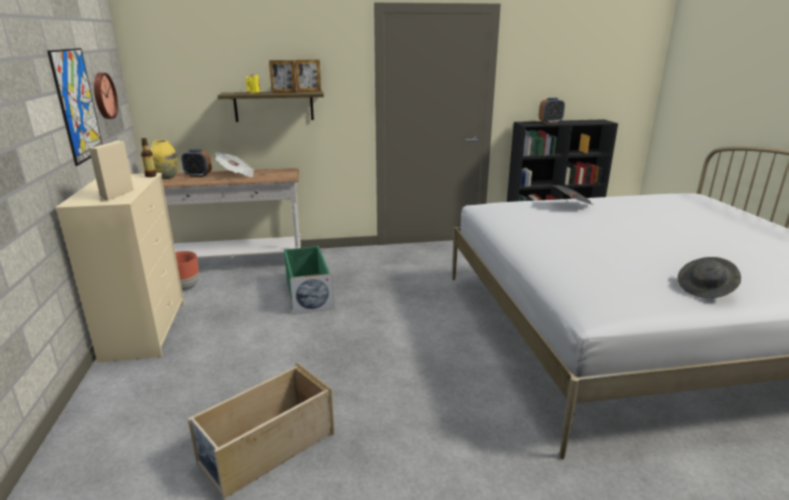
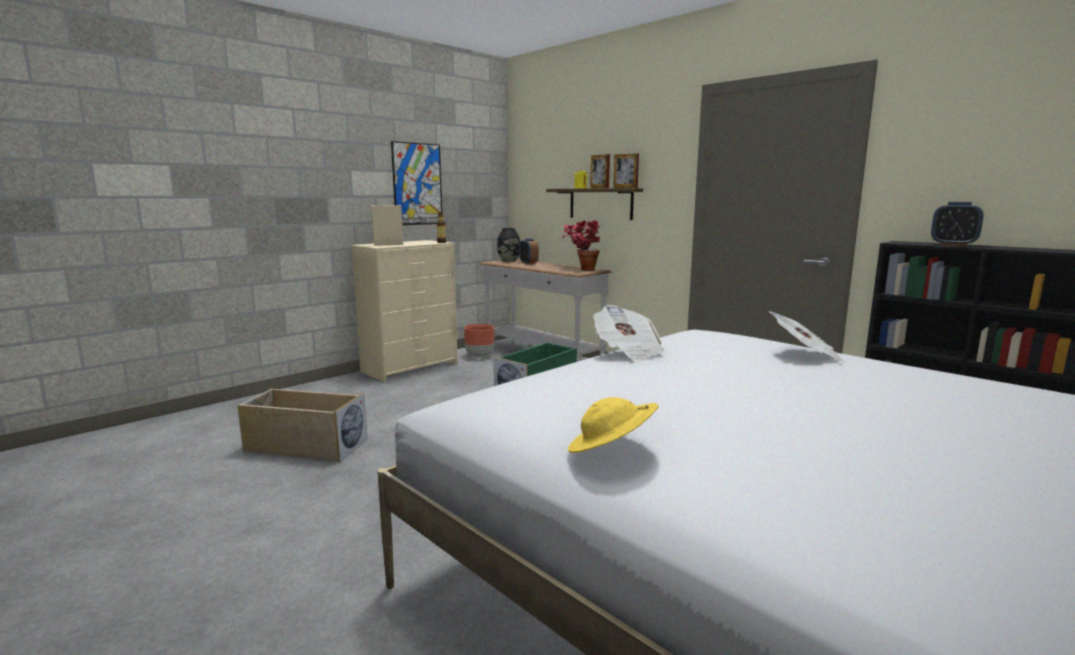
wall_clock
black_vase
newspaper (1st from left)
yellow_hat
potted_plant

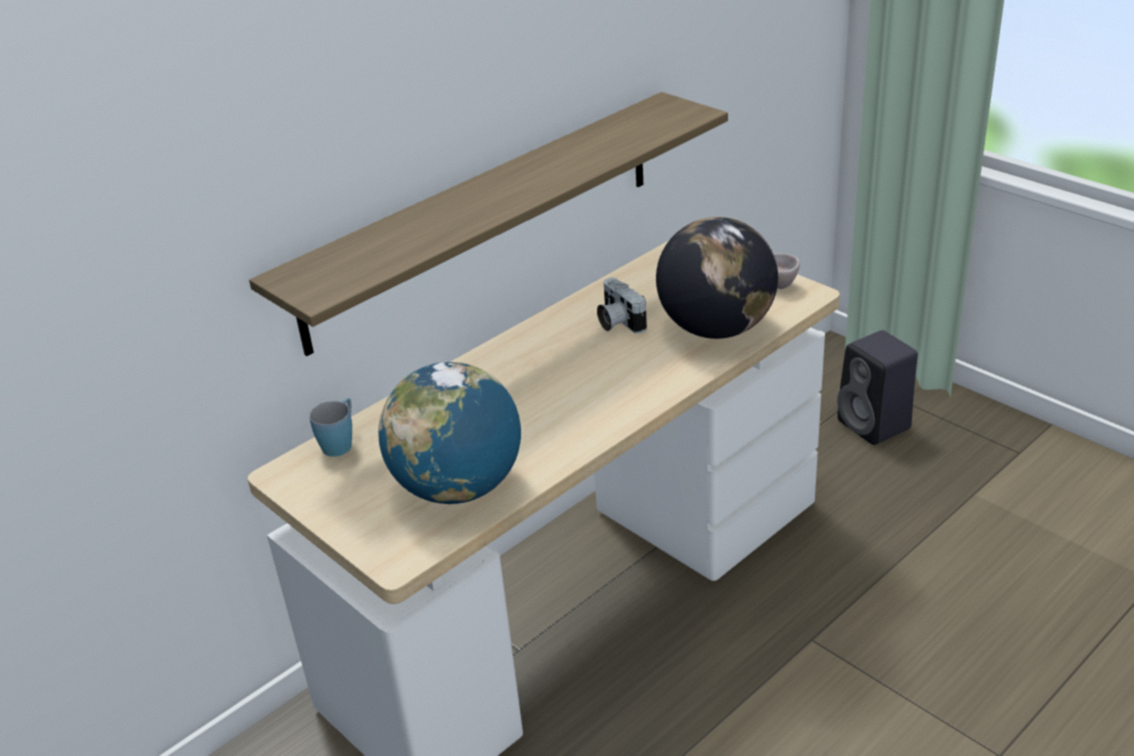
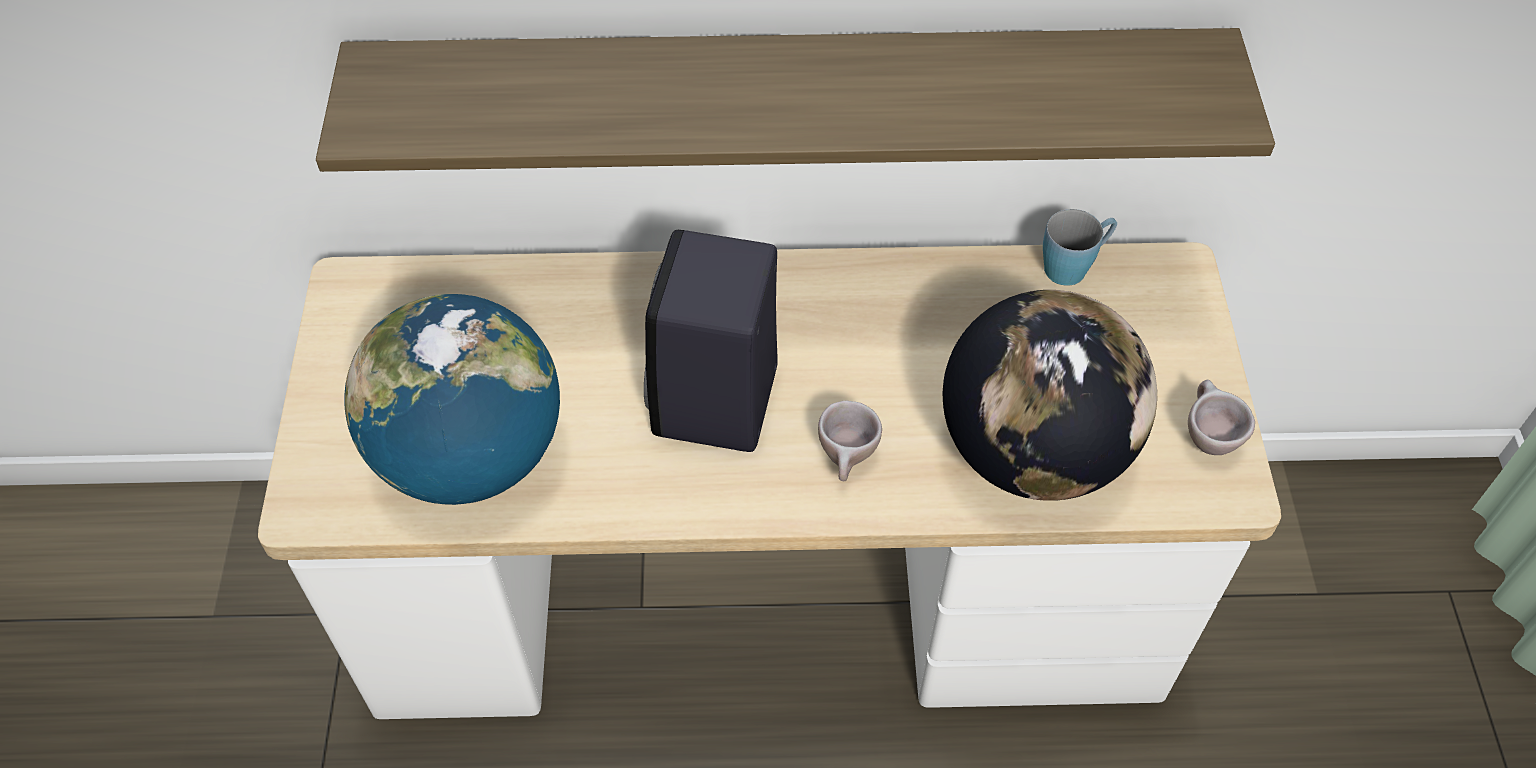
blue_mug
photo_camera
black_speaker
beige_cup (1st from left)

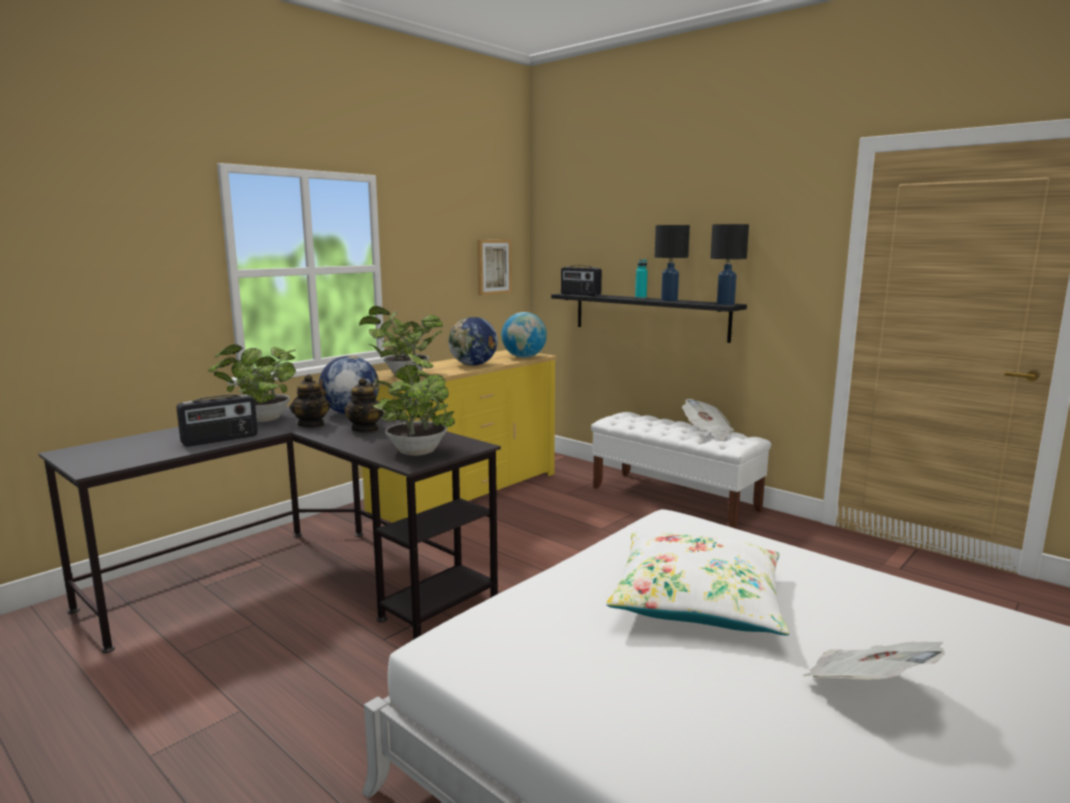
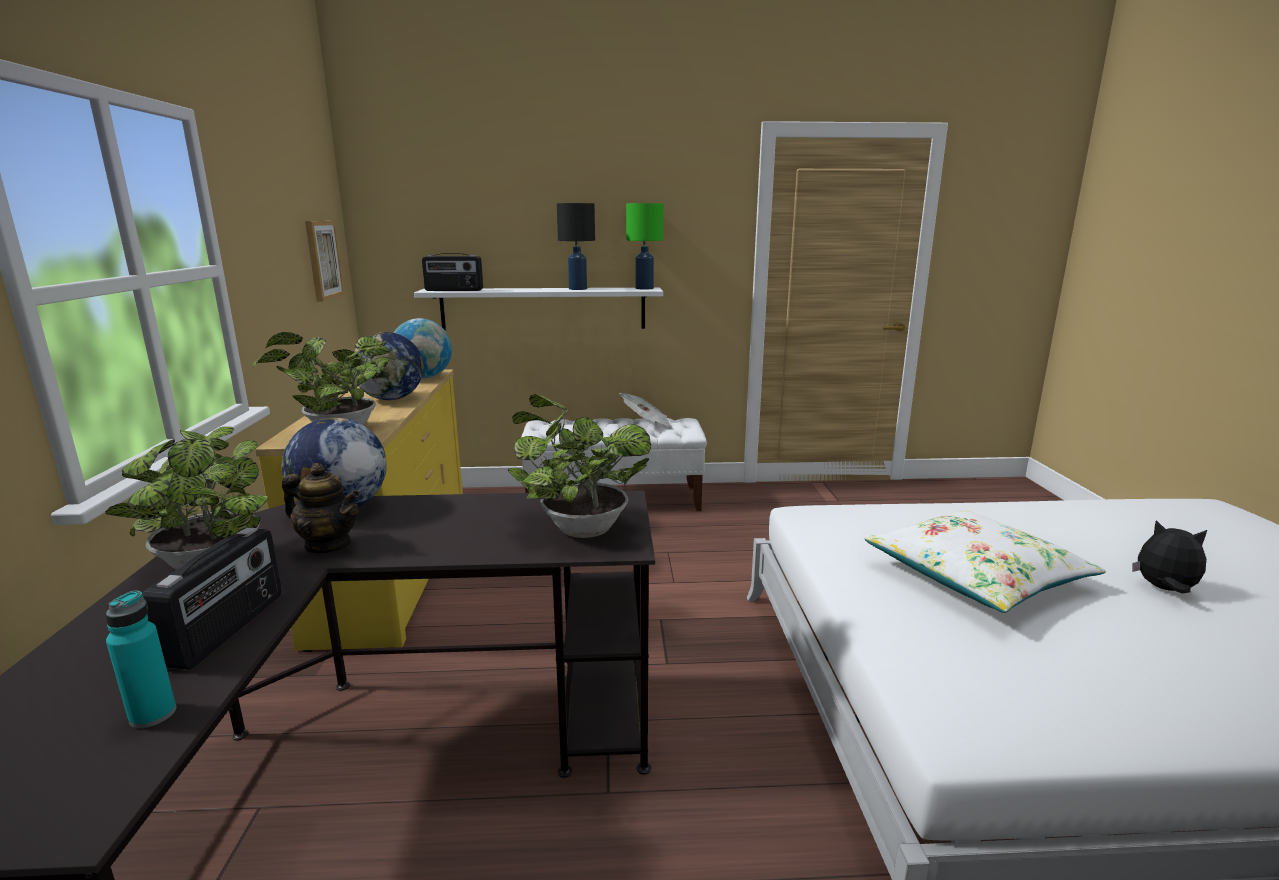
teapot (2nd from left in the first image)
white_shelf
turquoise_bottle
green_table_lamp
plush_toy

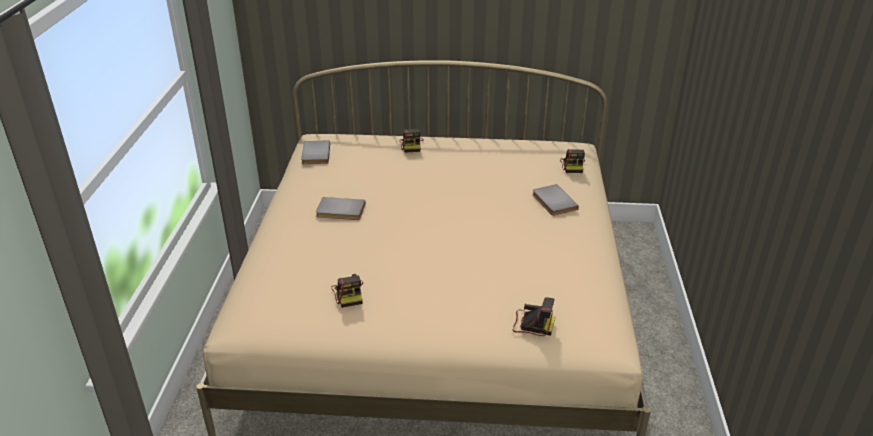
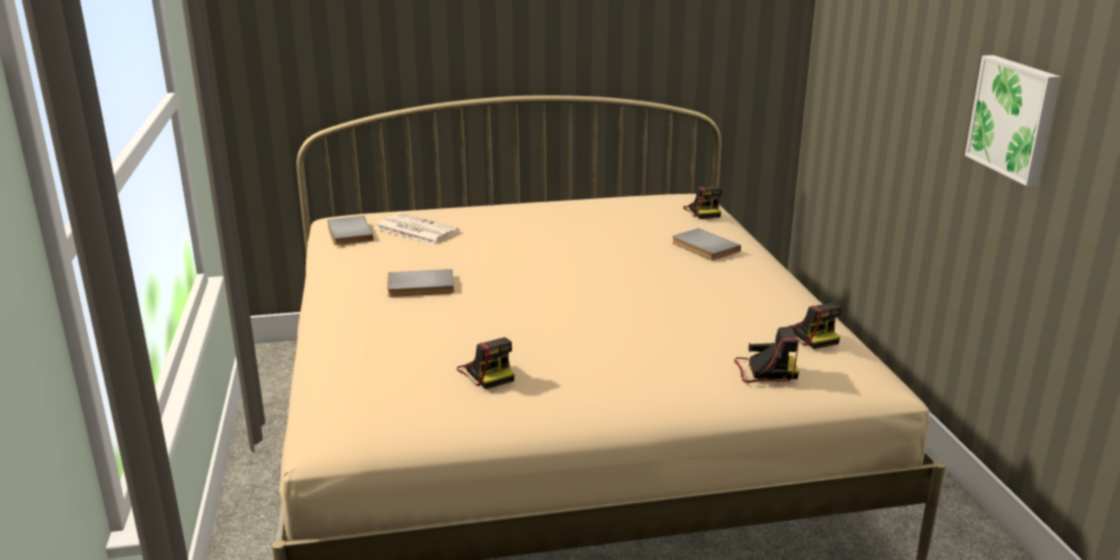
photo_camera (4th from left)
newspaper
picture

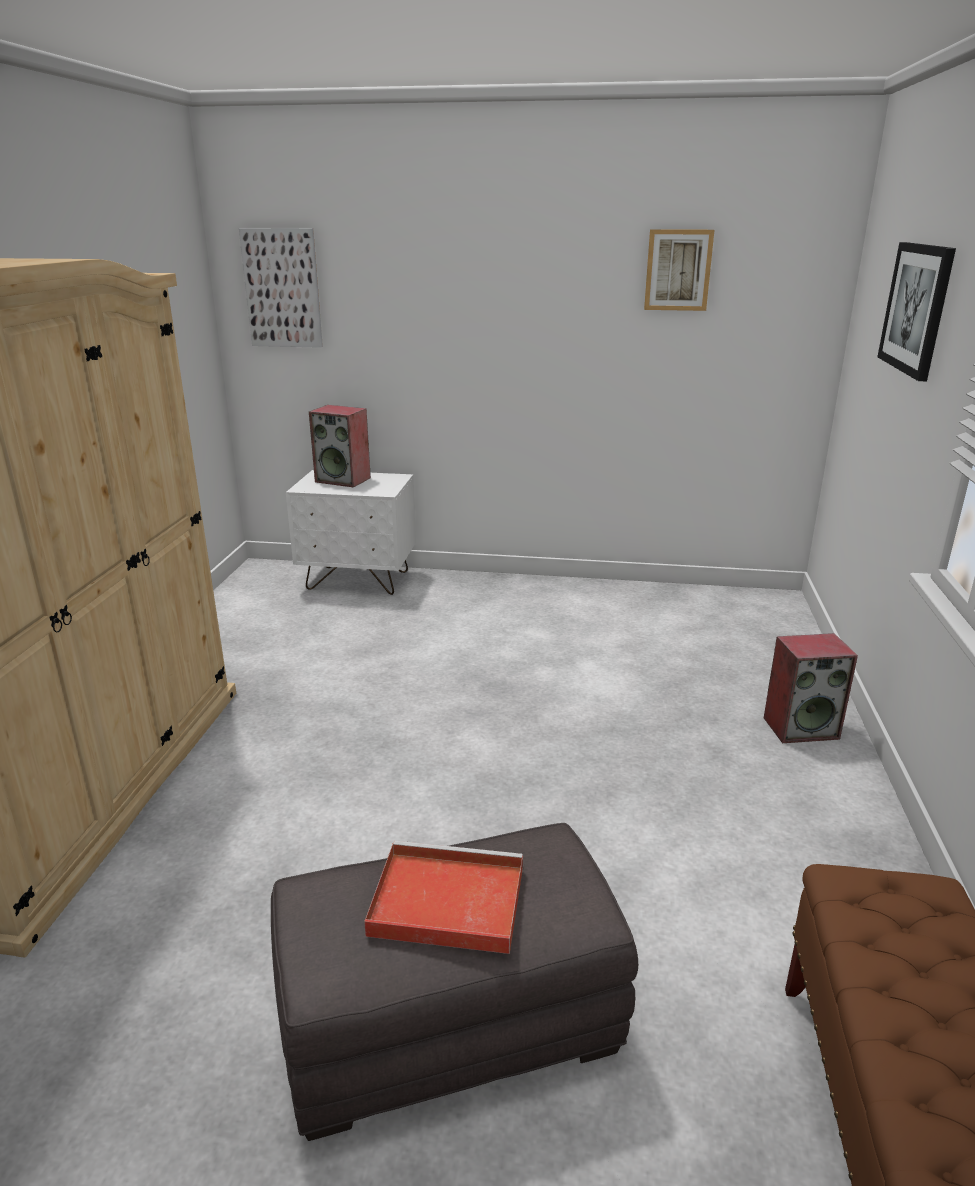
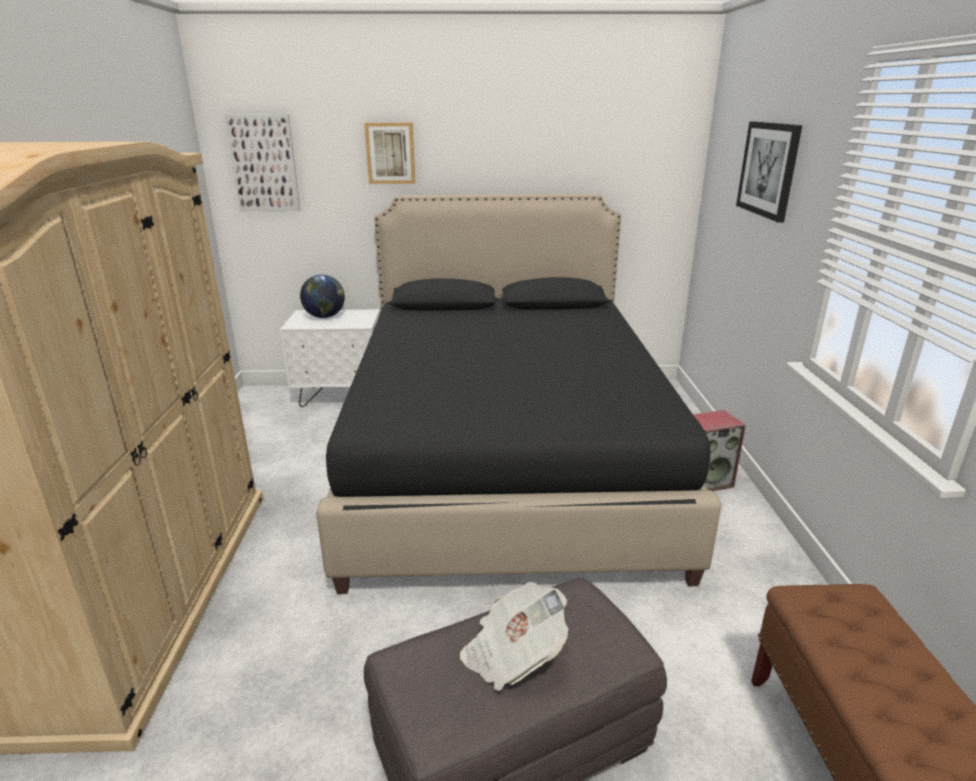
globe
newspaper
picture (2nd from left)
black_bed

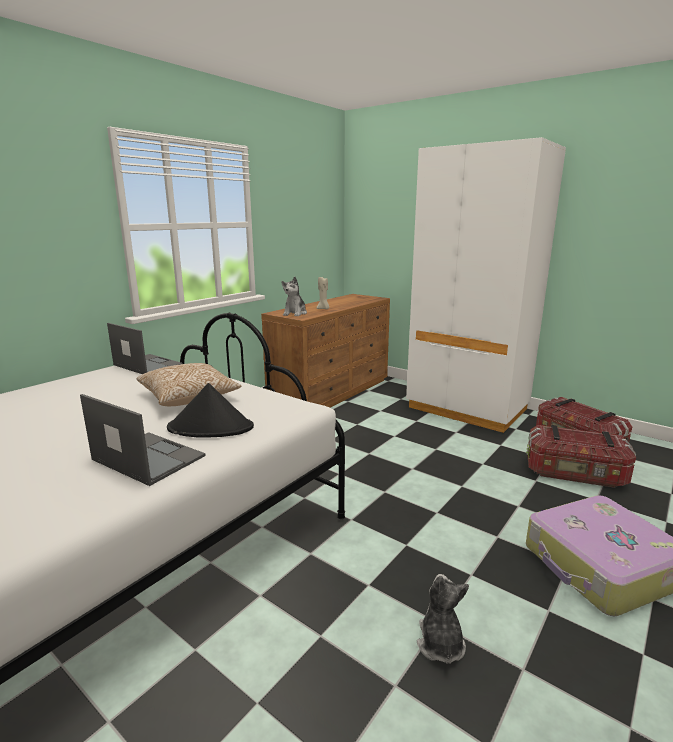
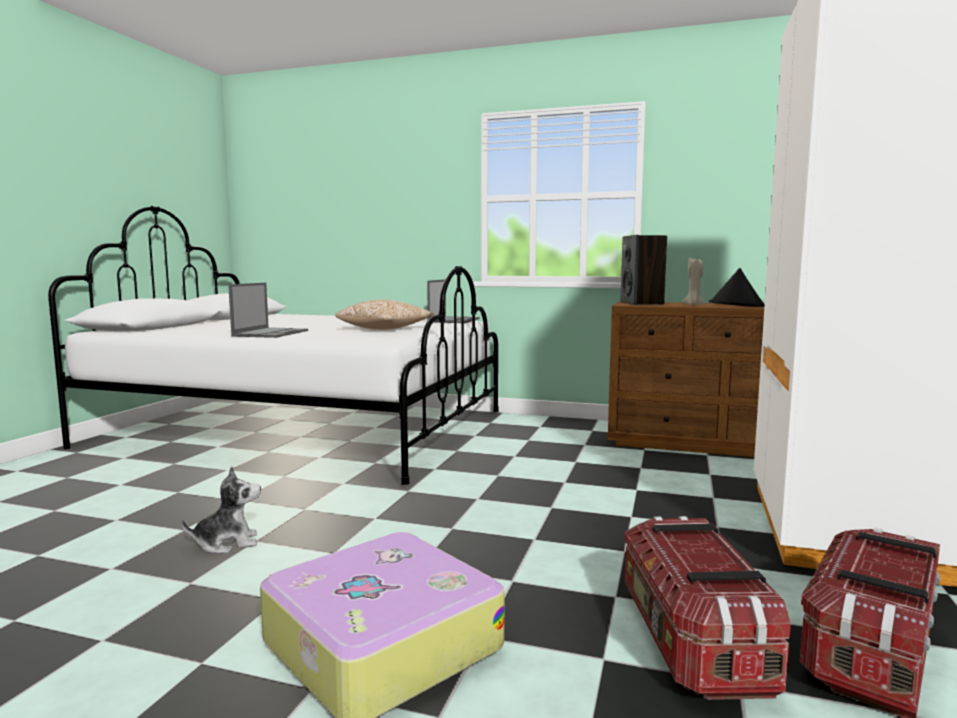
black_hat
speaker

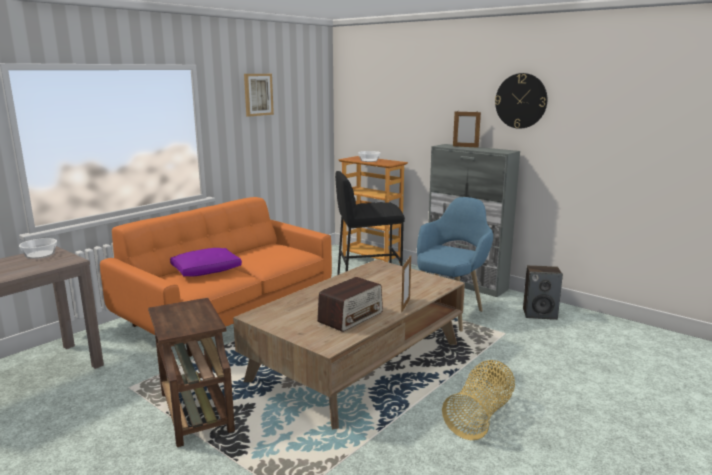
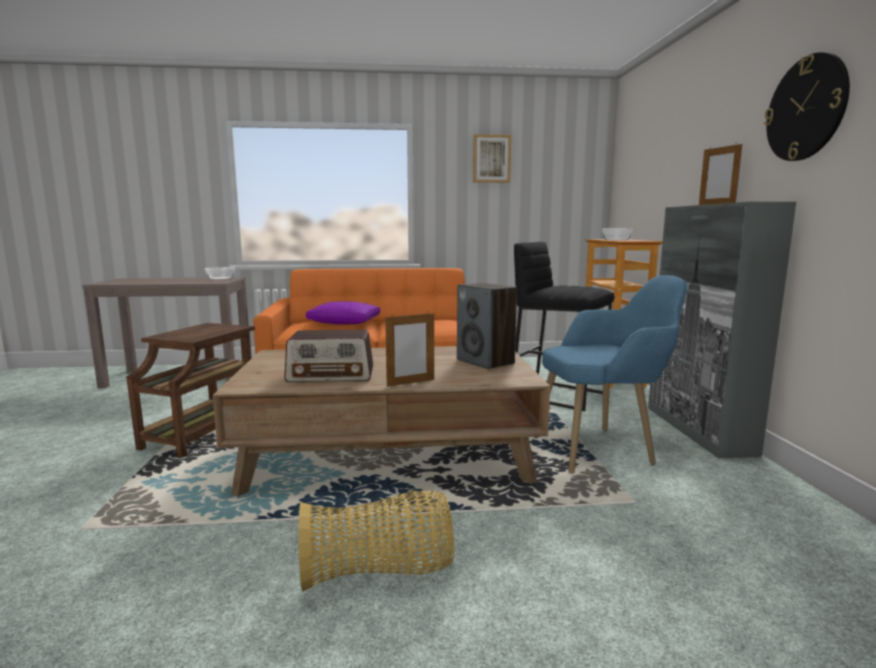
speaker

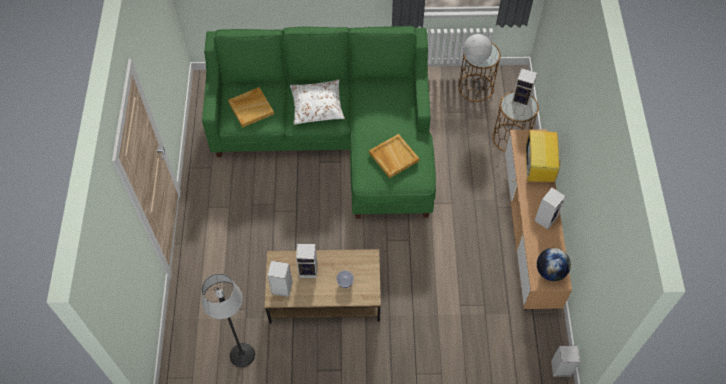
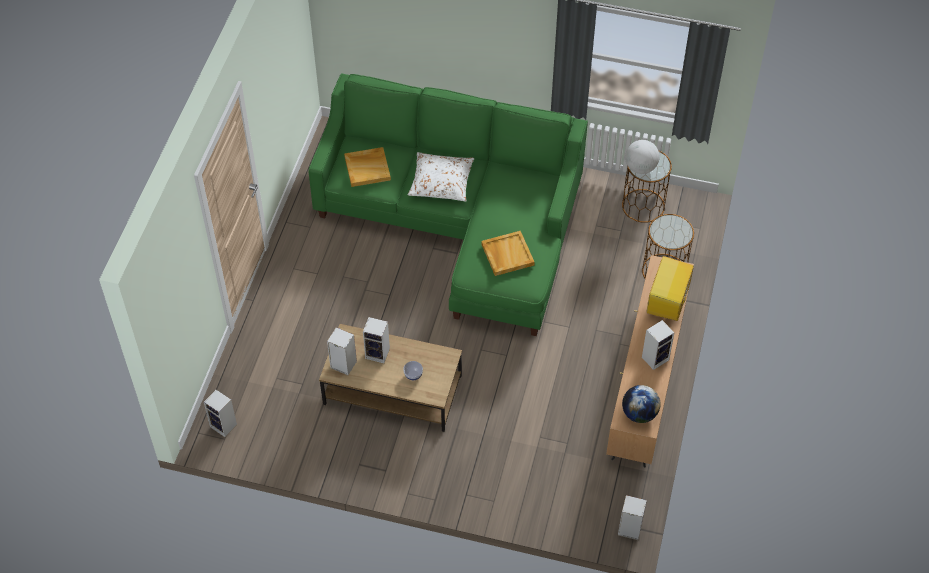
floor_lamp
speaker (1st from left)

